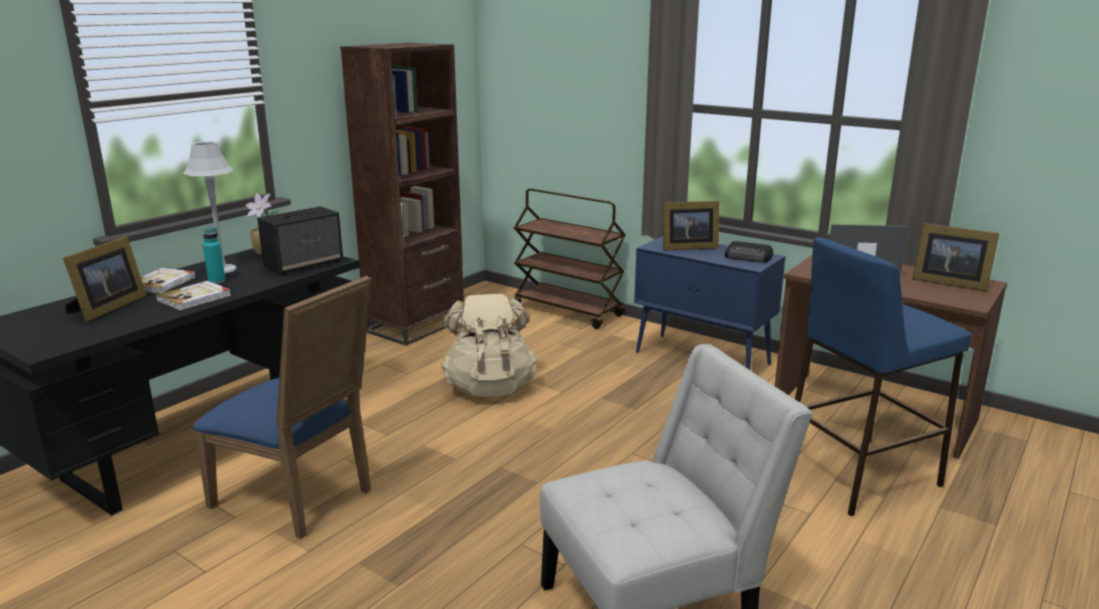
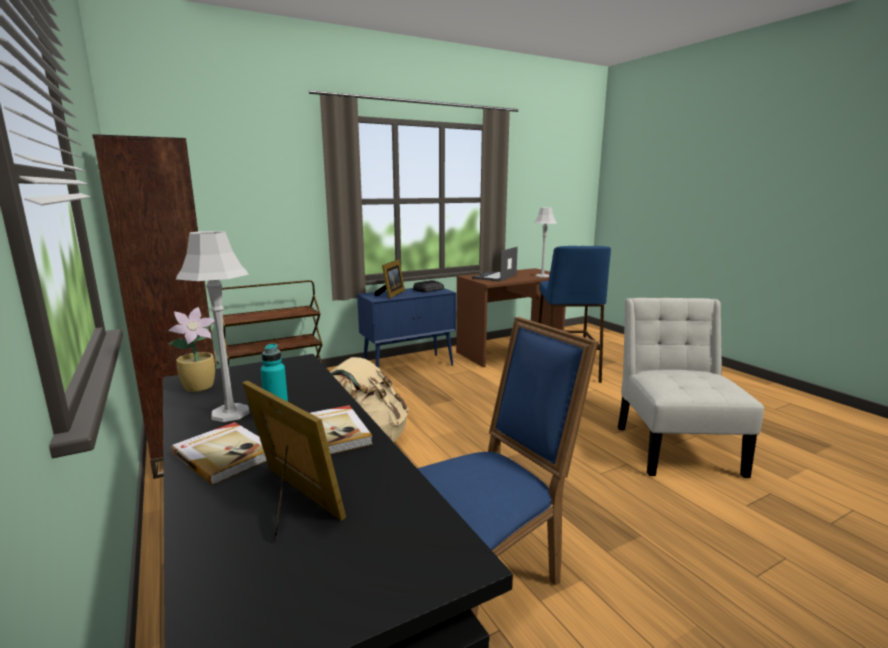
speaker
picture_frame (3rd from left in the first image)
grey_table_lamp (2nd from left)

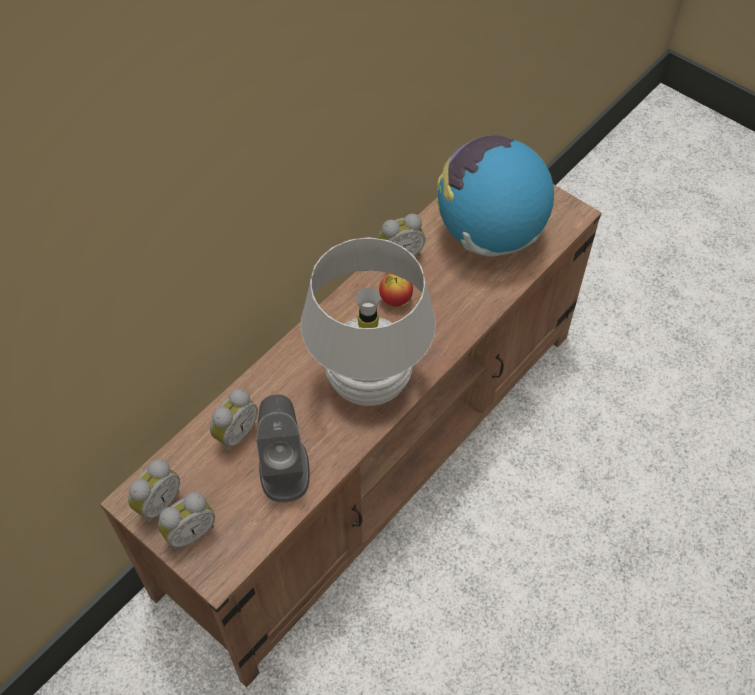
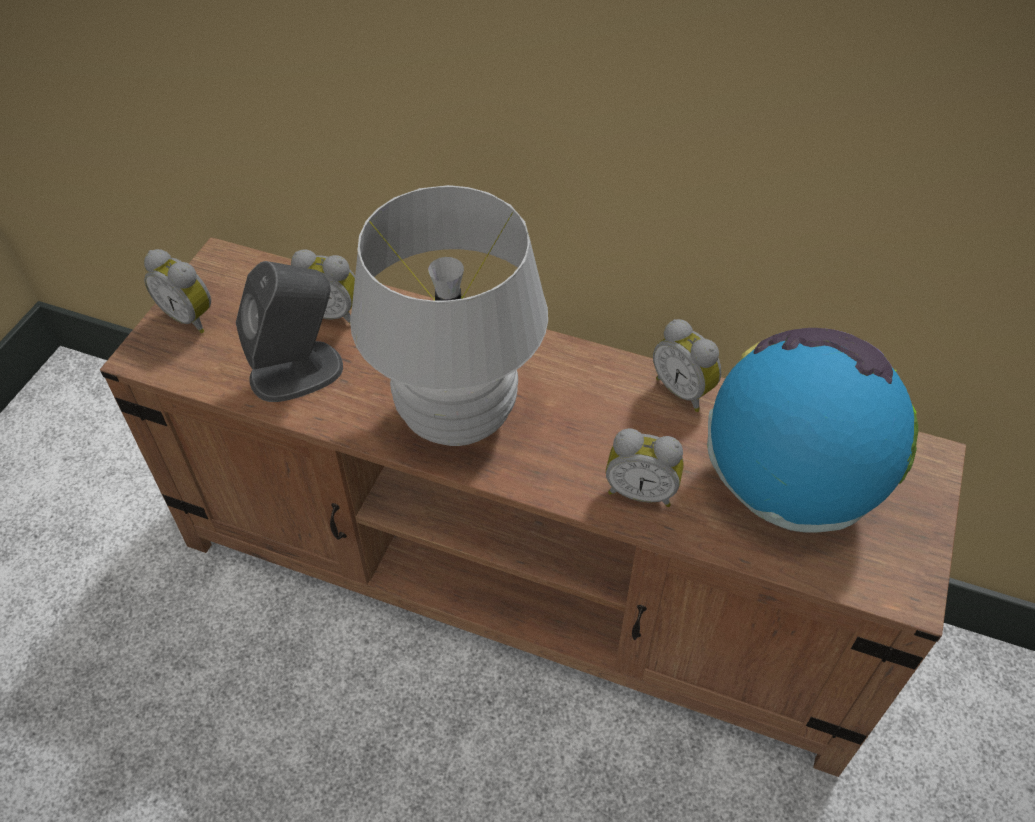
alarm_clock (3rd from left)
apple

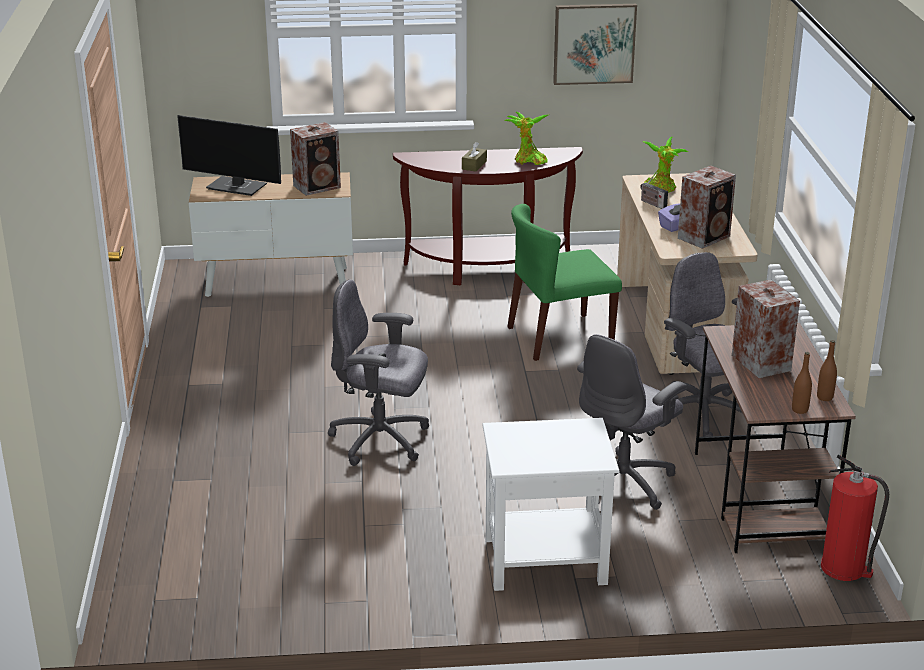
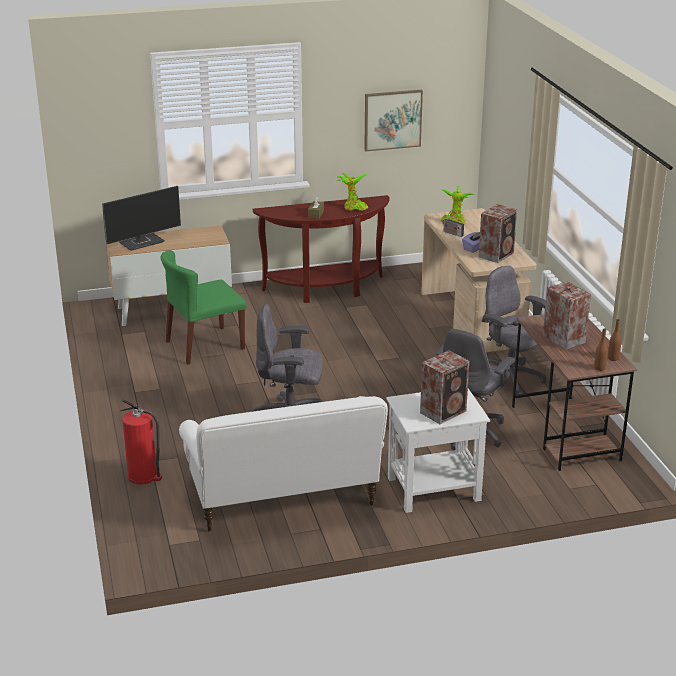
monitor
speaker (1st from left)
green_chair
fire_extinguisher
white_sofa

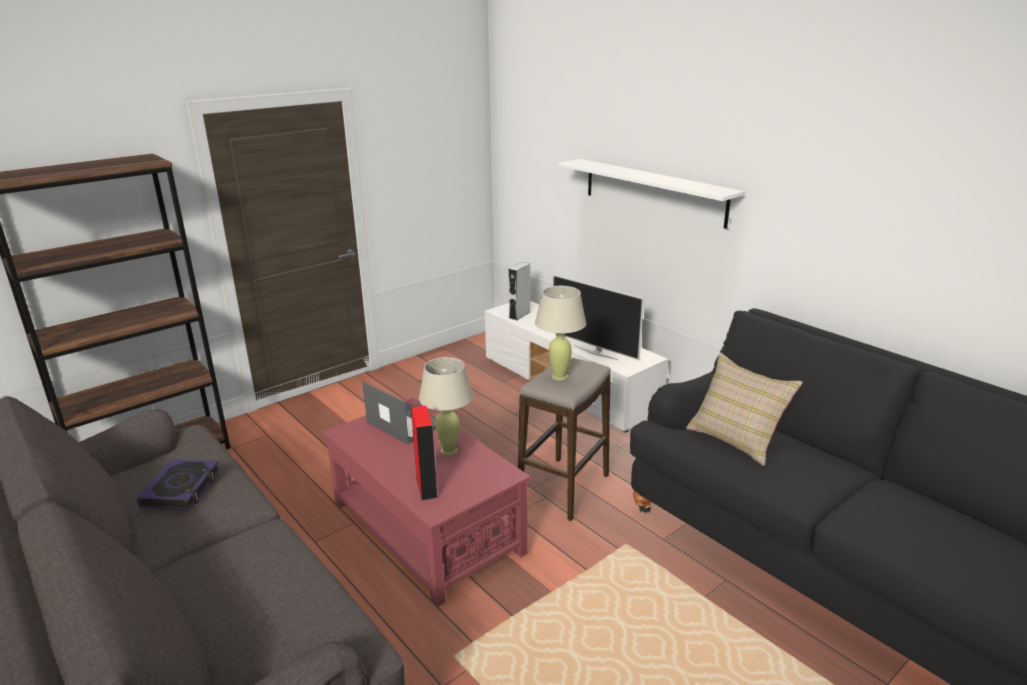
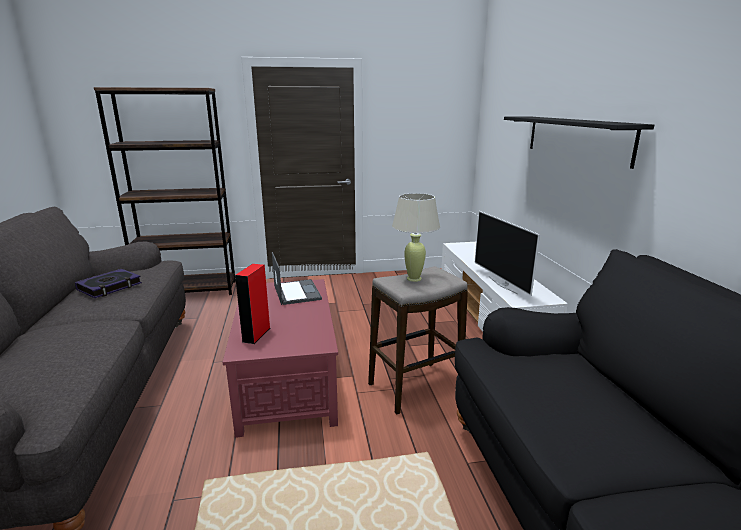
beige_table_lamp (1st from left in the first image)
grey_speaker
black_shelf
beige_pillow

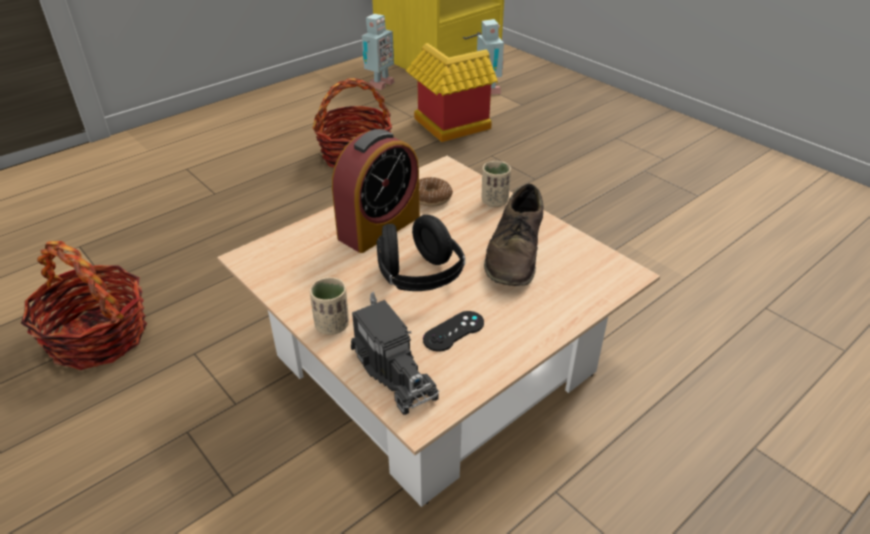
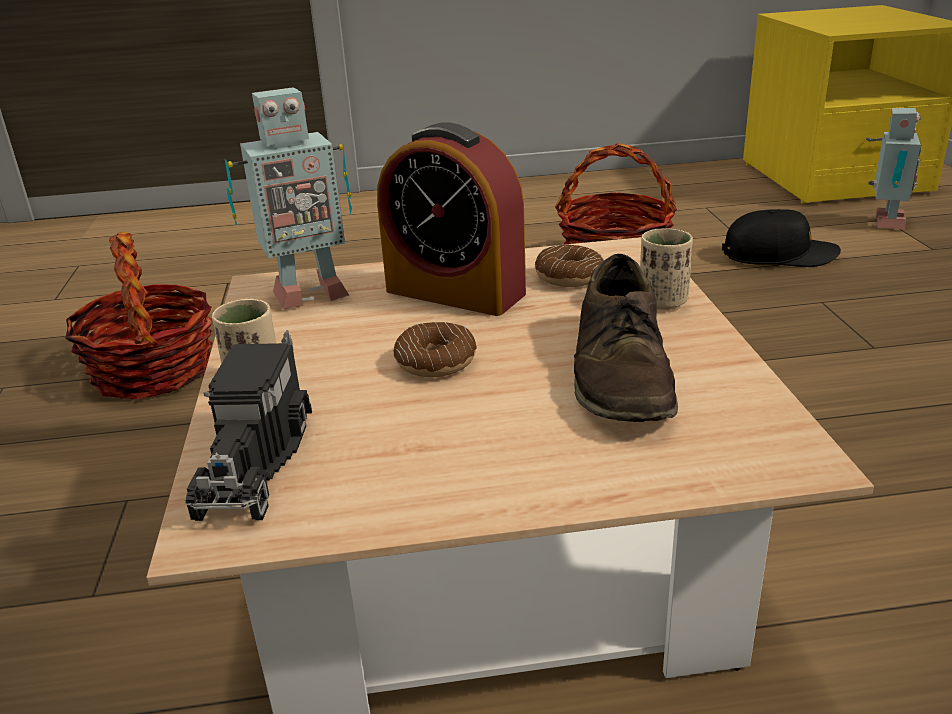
alarm_clock
toy_robot (1st from left)
donut (1st from left)
black_cap
black_game_controller
brown_shoe

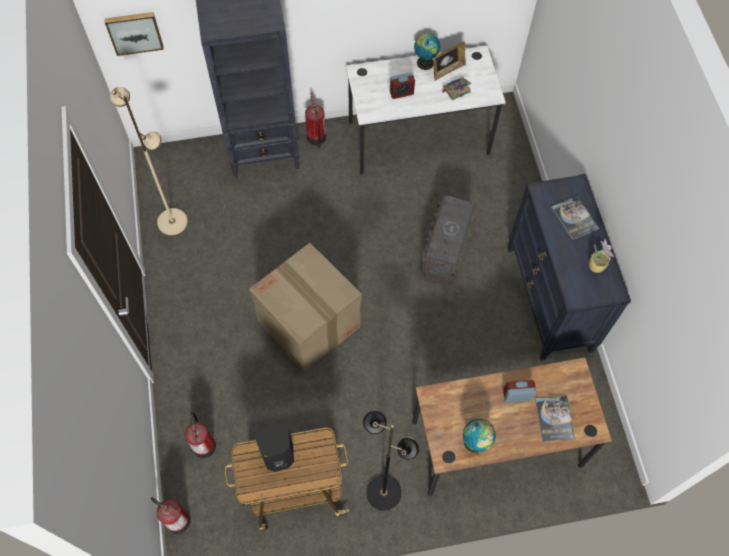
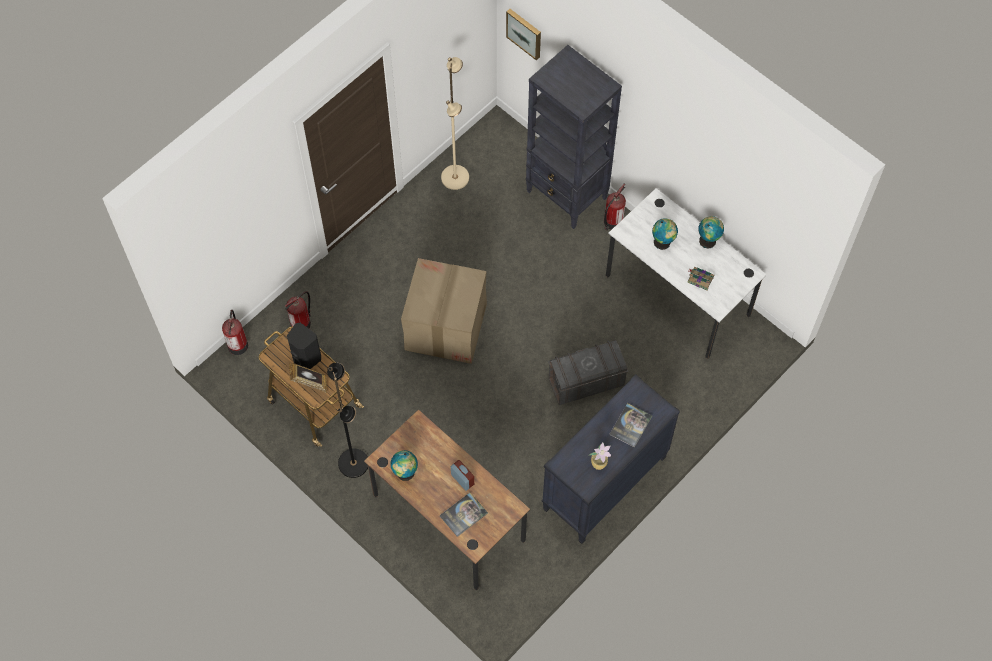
globe (2nd from left)
picture_frame

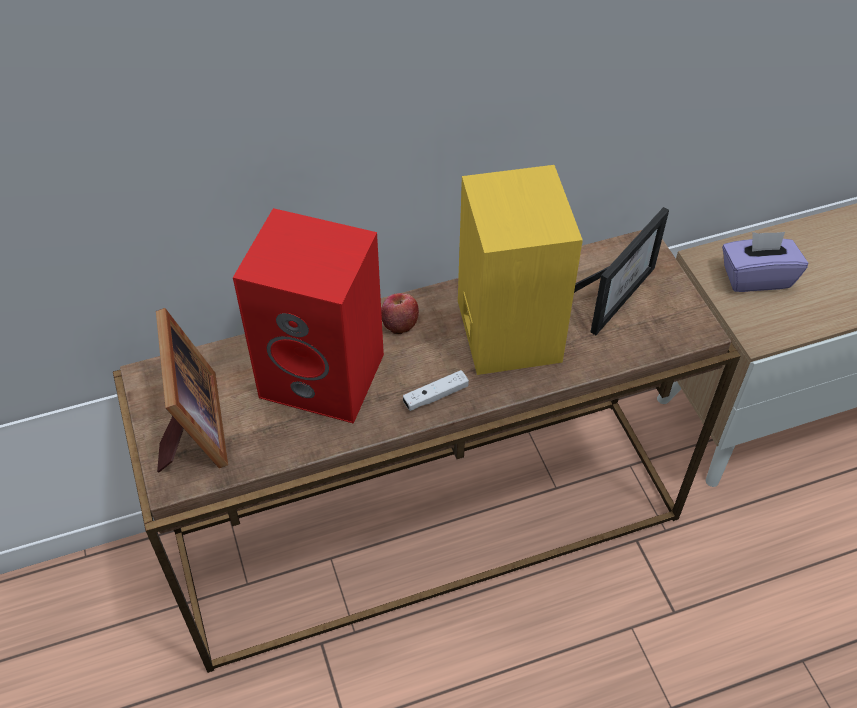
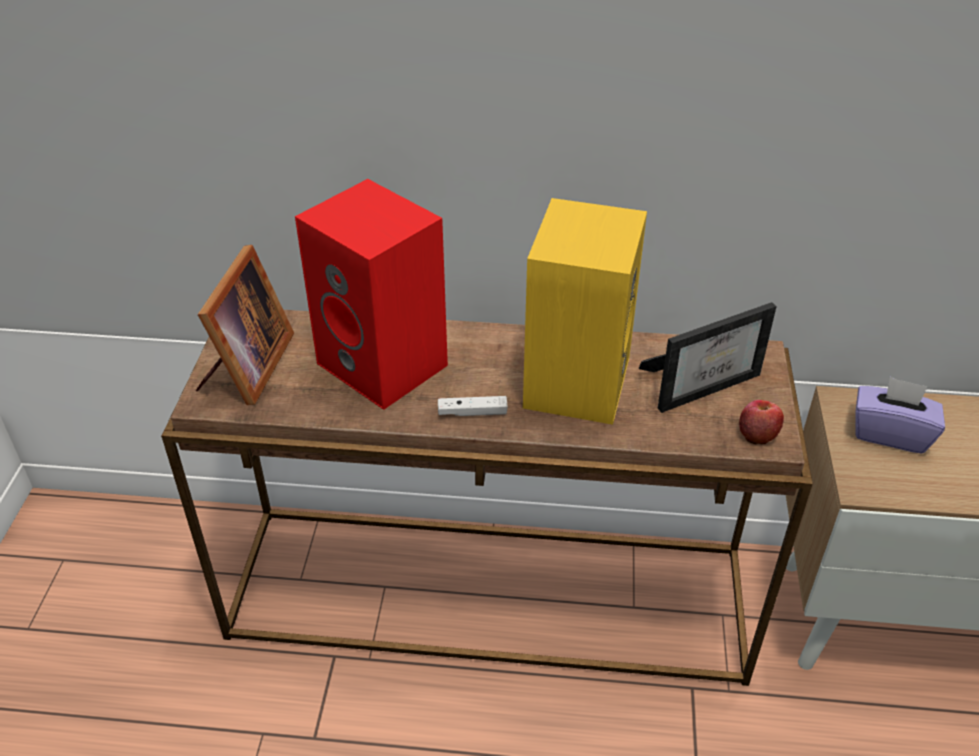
apple

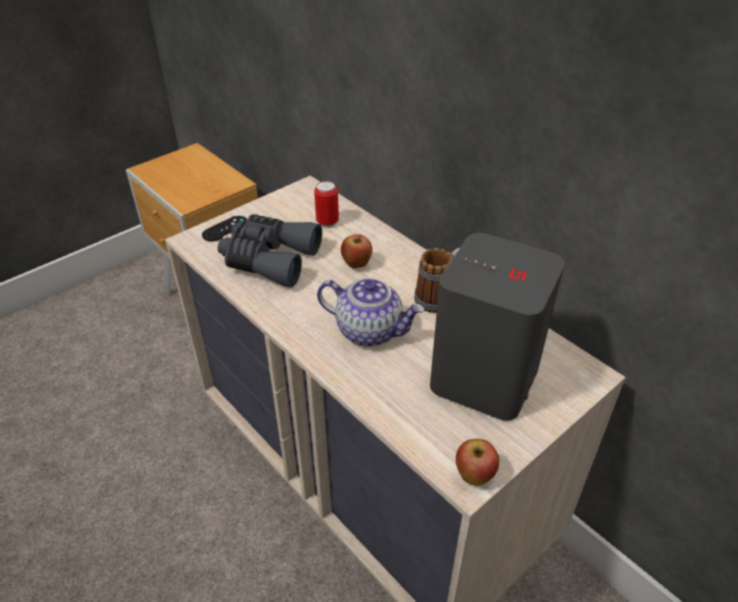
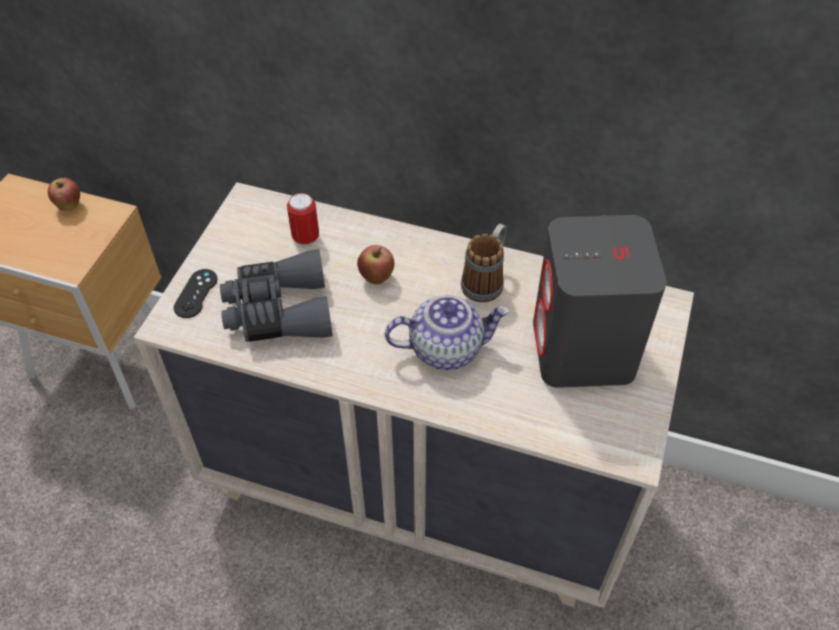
apple (1st from left)

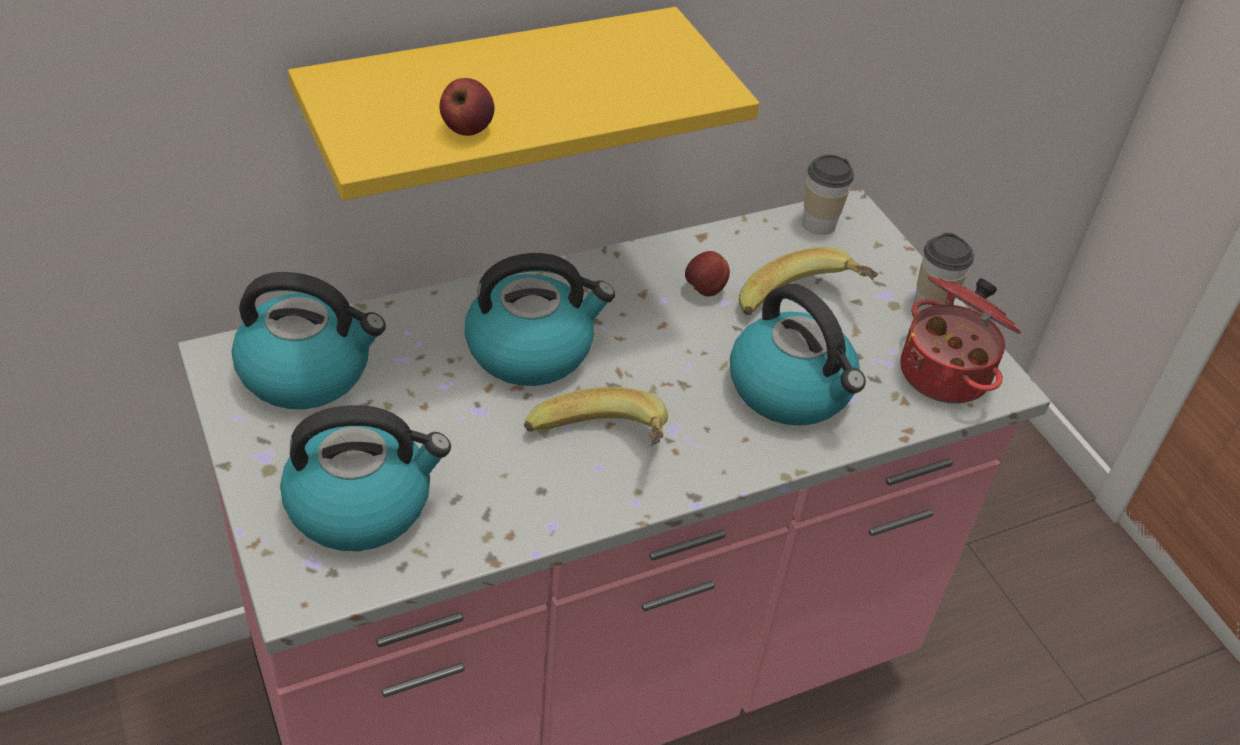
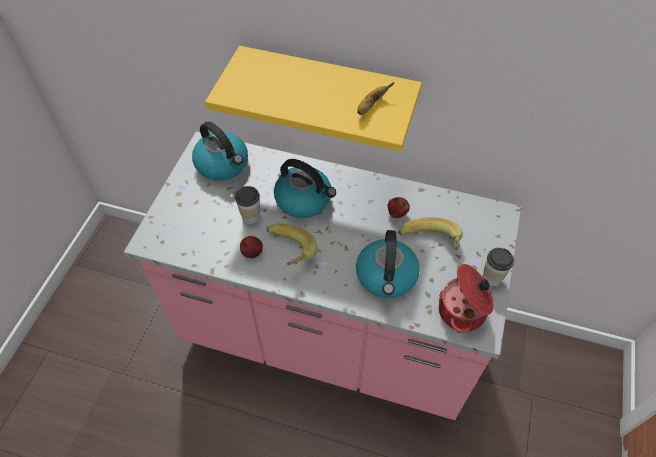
kettle (2nd from left in the first image)
apple (1st from left)
cup (1st from left)
banana (2nd from left)

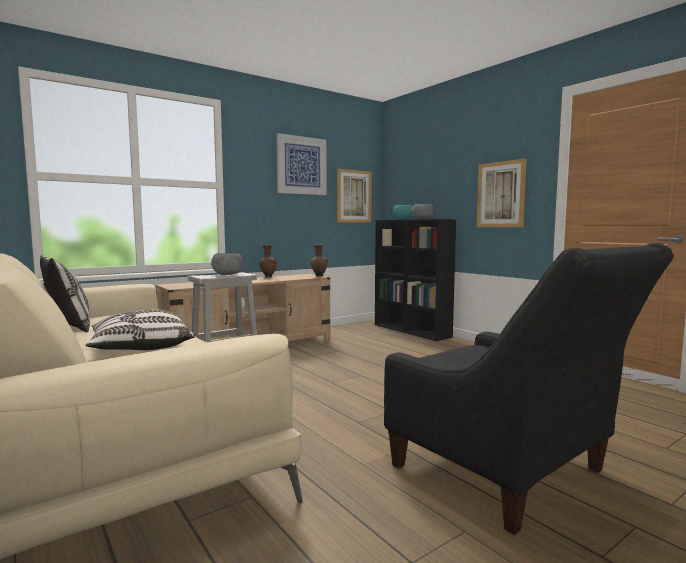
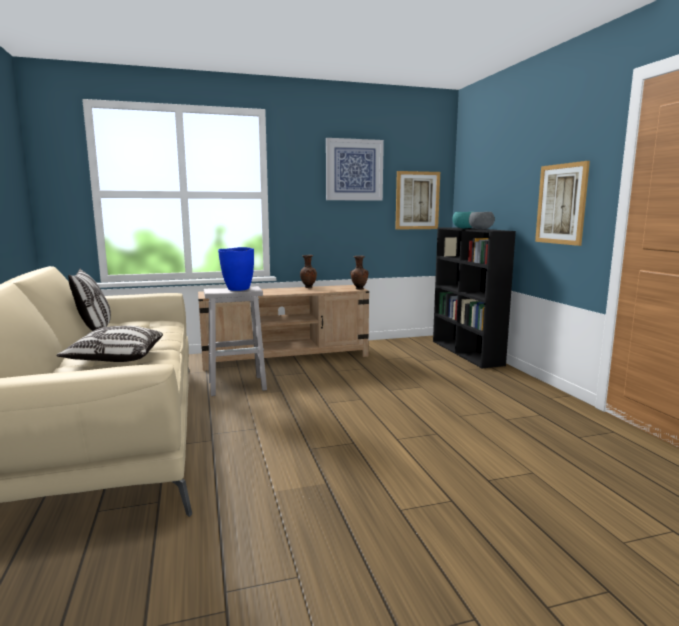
blue_vase
black_armchair

